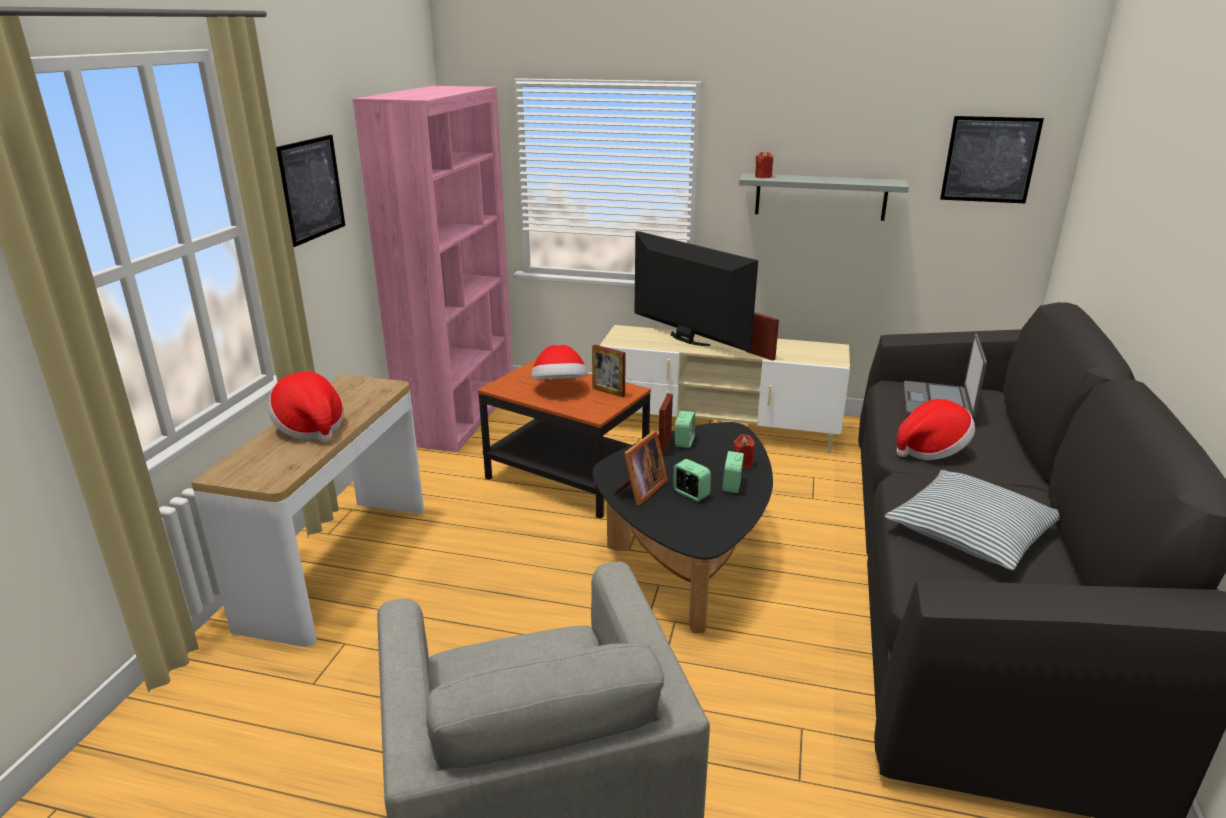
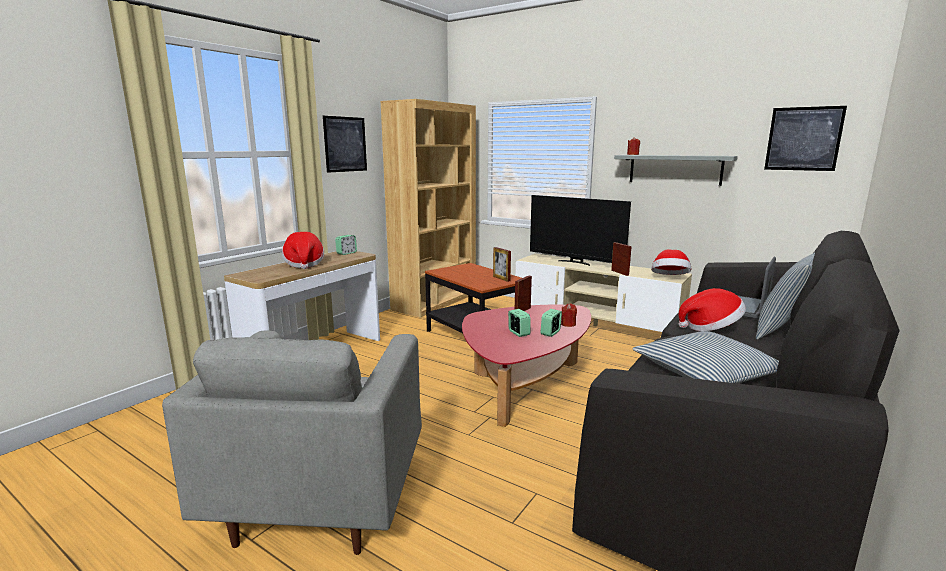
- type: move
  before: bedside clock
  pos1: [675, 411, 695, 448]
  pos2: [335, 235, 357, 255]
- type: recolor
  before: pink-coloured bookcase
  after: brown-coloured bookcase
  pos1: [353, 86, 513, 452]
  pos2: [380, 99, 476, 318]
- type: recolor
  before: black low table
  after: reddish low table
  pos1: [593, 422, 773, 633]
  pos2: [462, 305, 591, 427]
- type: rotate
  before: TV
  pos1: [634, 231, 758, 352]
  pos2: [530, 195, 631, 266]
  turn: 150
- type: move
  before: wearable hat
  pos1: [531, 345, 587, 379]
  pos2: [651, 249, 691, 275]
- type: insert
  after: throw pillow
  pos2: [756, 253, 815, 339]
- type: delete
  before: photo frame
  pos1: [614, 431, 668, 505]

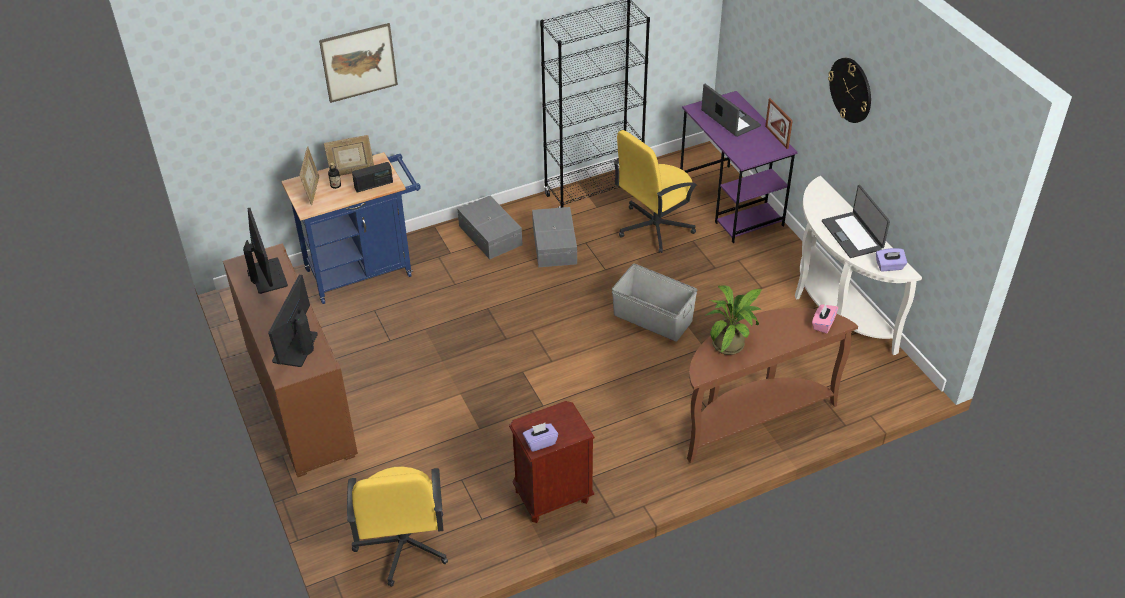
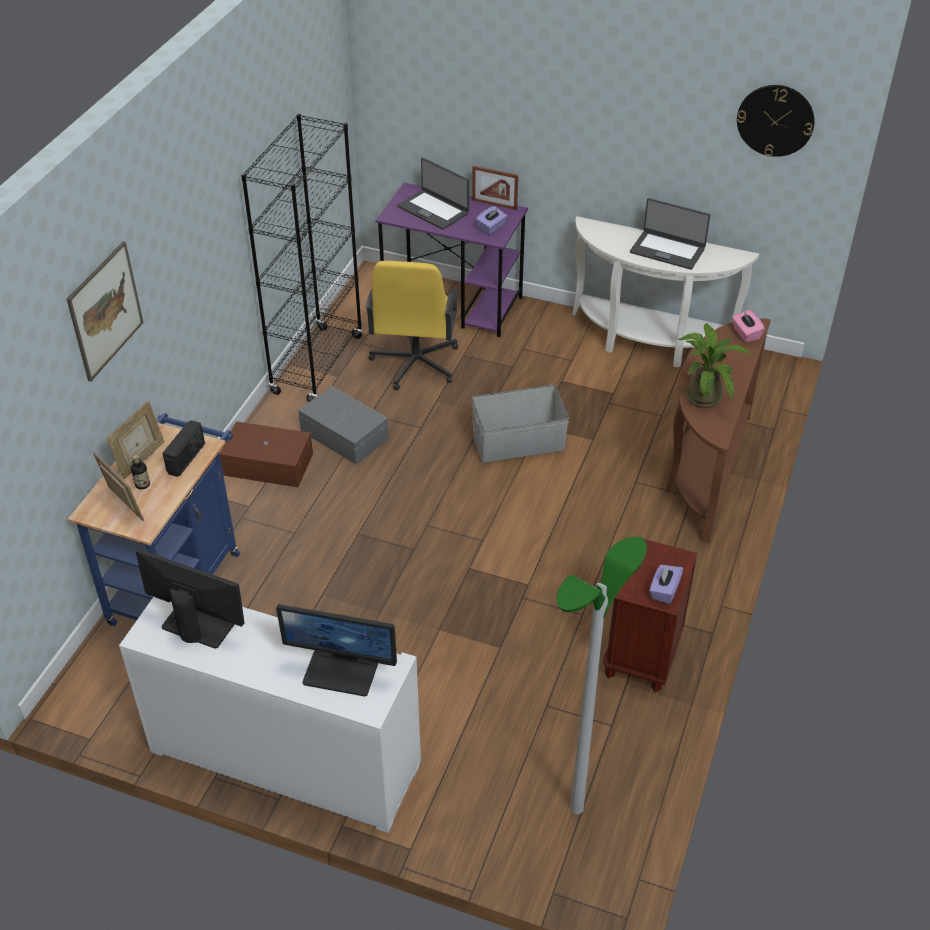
- type: recolor
  before: brown-coloured cabinet
  after: whitish cabinet
  pos1: [223, 243, 358, 477]
  pos2: [119, 597, 421, 833]
- type: recolor
  before: grey storage container
  after: brown-coloured storage container
  pos1: [458, 196, 522, 259]
  pos2: [220, 421, 313, 487]
- type: rotate
  before: computer screen
  pos1: [268, 275, 318, 367]
  pos2: [276, 604, 397, 696]
  turn: -45
- type: rotate
  before: notebook computer
  pos1: [701, 84, 761, 137]
  pos2: [397, 158, 469, 230]
  turn: -150
- type: move
  before: purplish box of tissues
  pos1: [876, 248, 907, 271]
  pos2: [476, 206, 507, 235]
- type: replace
  before: yellowish computer chair
  after: floor lamp
  pos1: [347, 467, 448, 587]
  pos2: [557, 536, 647, 814]
- type: move
  before: wall clock
  pos1: [828, 58, 871, 123]
  pos2: [737, 85, 815, 157]

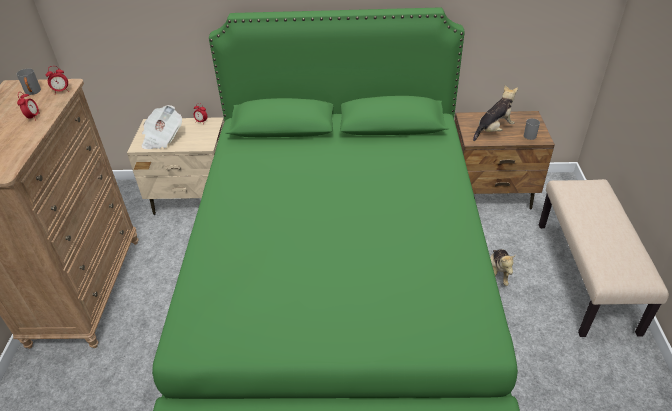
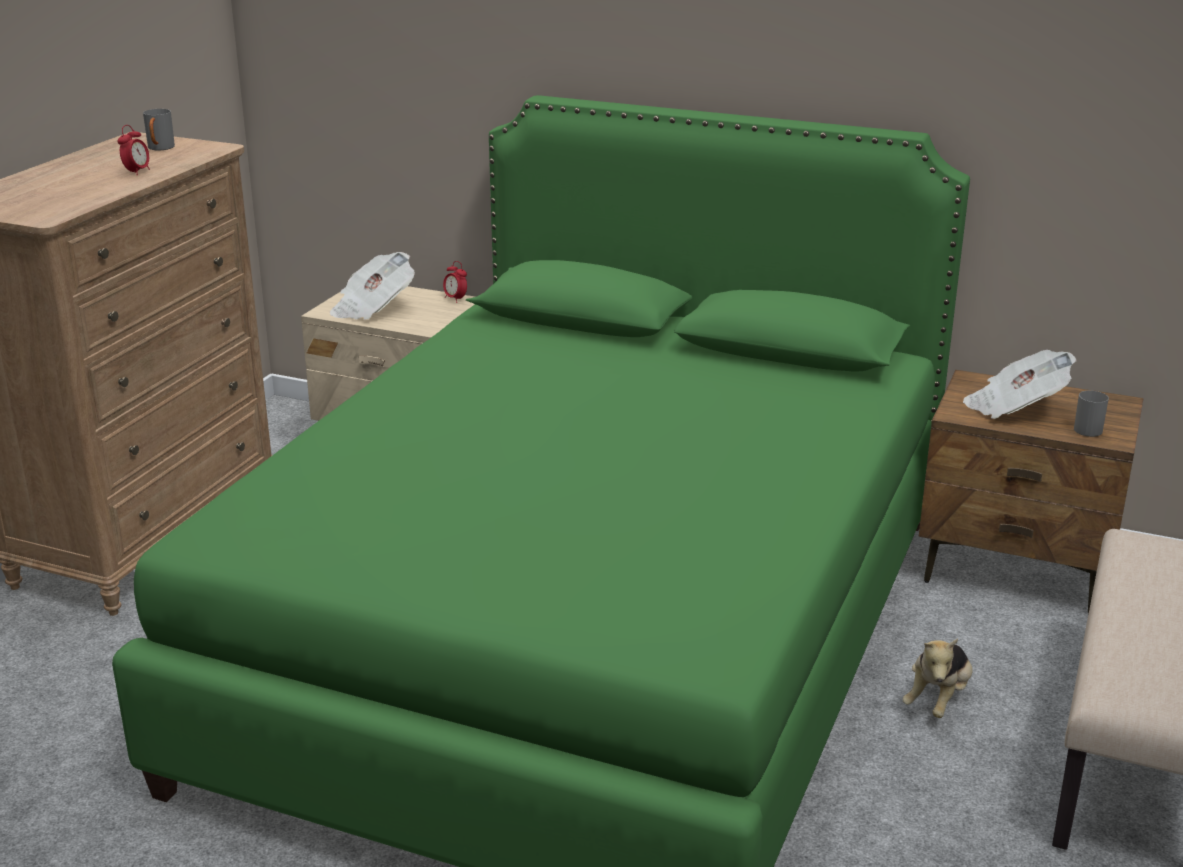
- type: replace
  before: soft toy
  after: printed paper
  pos1: [473, 85, 518, 141]
  pos2: [963, 350, 1077, 419]
- type: delete
  before: bedside clock
  pos1: [46, 66, 69, 95]

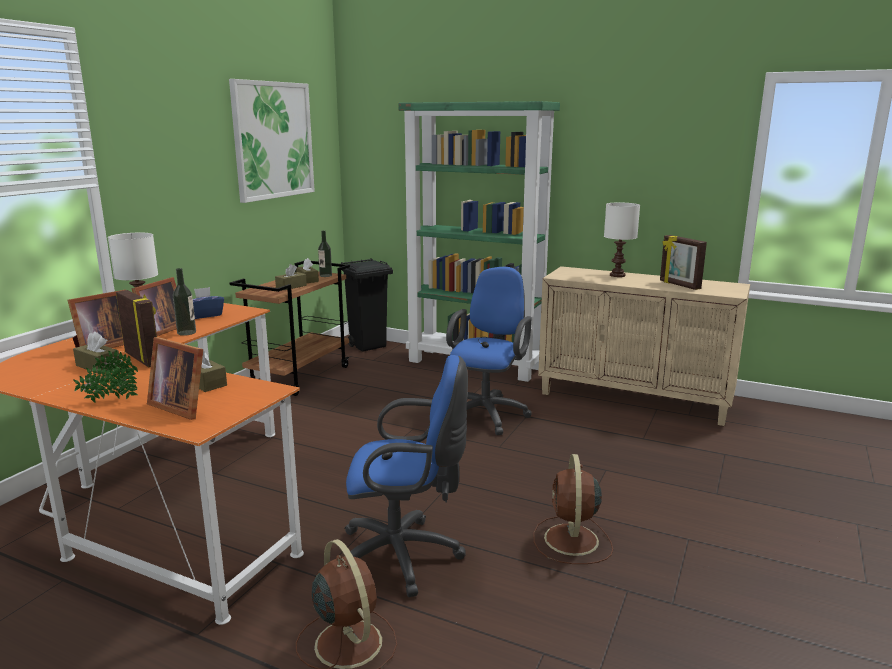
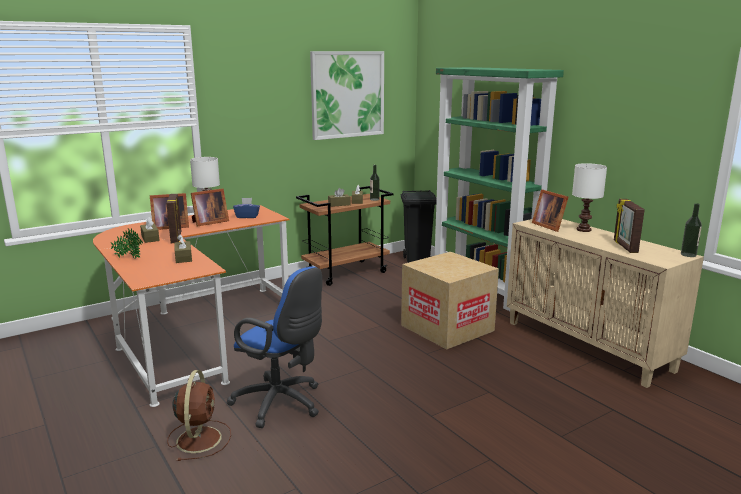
- type: replace
  before: blue computer chair
  after: packing box
  pos1: [446, 267, 532, 435]
  pos2: [401, 252, 499, 350]
- type: move
  before: photo frame
  pos1: [147, 337, 203, 420]
  pos2: [532, 189, 569, 232]
- type: move
  before: drink bottle
  pos1: [173, 268, 196, 336]
  pos2: [681, 203, 702, 257]
- type: delete
  before: brown-coloured electric fan
  pos1: [533, 454, 613, 564]

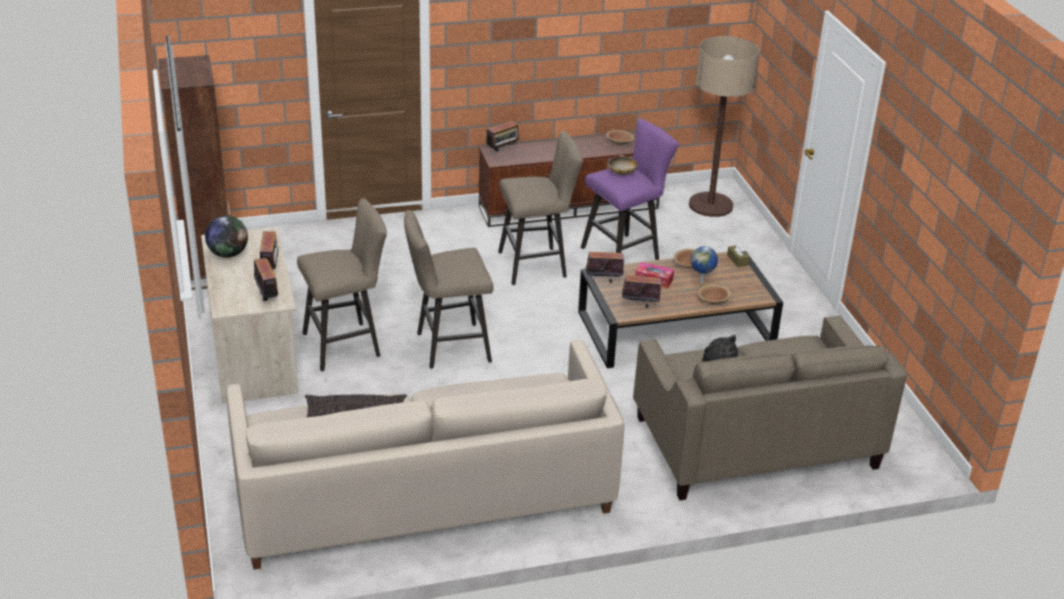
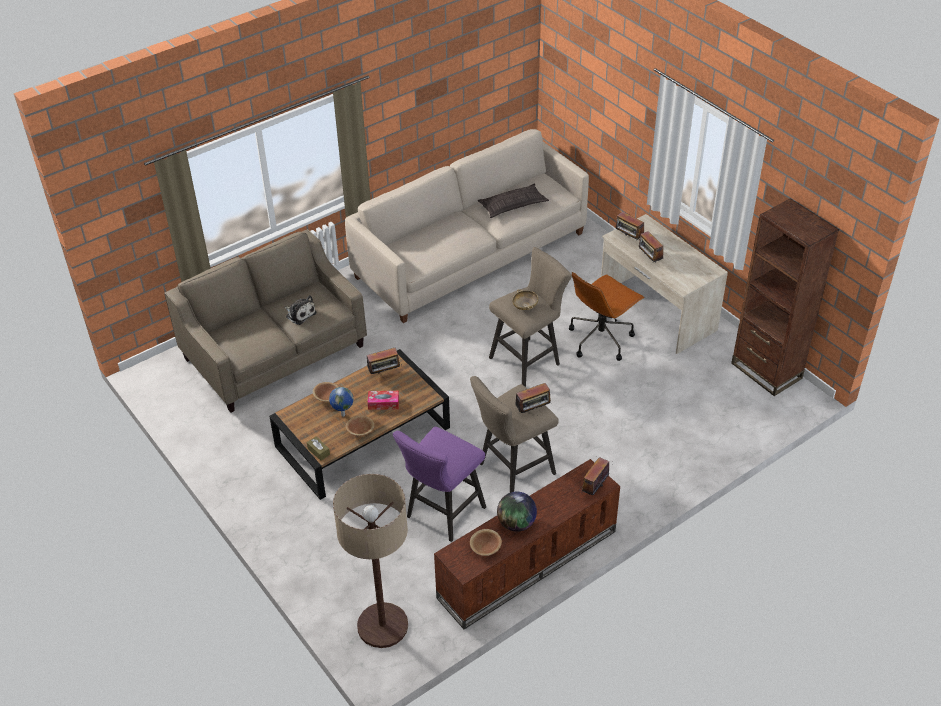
- type: move
  before: globe
  pos1: [205, 216, 248, 258]
  pos2: [497, 492, 537, 532]
- type: move
  before: beige bowl
  pos1: [608, 155, 638, 175]
  pos2: [512, 289, 538, 310]
- type: move
  before: radio receiver
  pos1: [584, 246, 624, 283]
  pos2: [515, 383, 553, 413]
- type: replace
  before: beige sitting stool
  after: brown-coloured computer chair
  pos1: [297, 198, 387, 371]
  pos2: [569, 272, 645, 361]

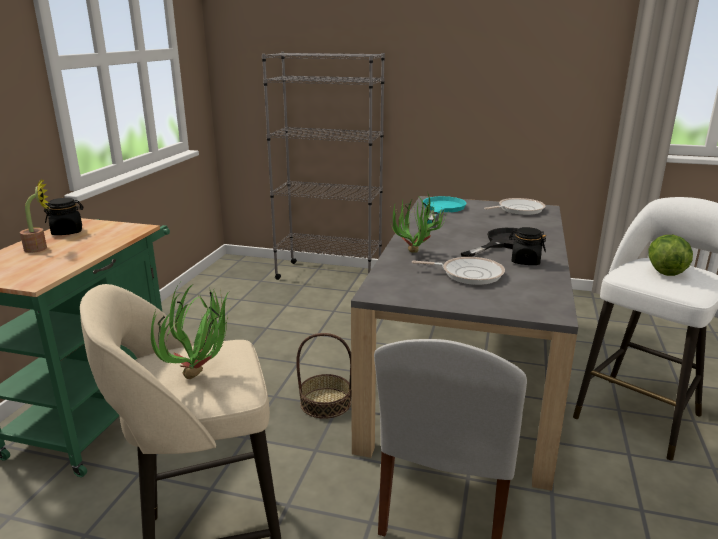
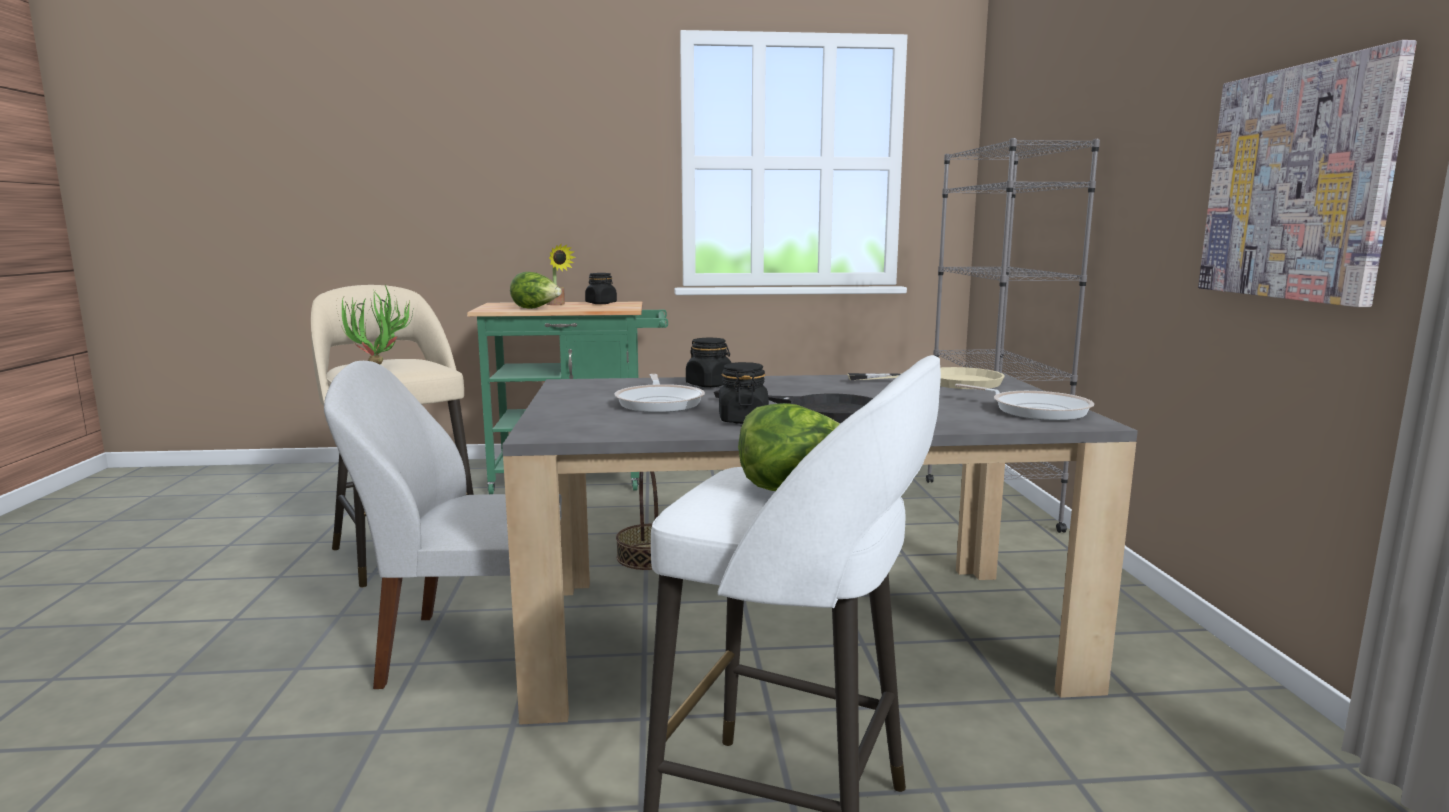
- type: insert
  after: head of lettuce
  pos2: [510, 272, 562, 309]
- type: replace
  before: potted plant
  after: black storage jar
  pos1: [389, 194, 446, 253]
  pos2: [686, 338, 732, 387]
- type: recolor
  before: turquoise-coloured pan
  after: beige pan
  pos1: [423, 196, 467, 224]
  pos2: [847, 367, 1005, 389]
- type: insert
  after: wall picture
  pos2: [1198, 40, 1417, 307]

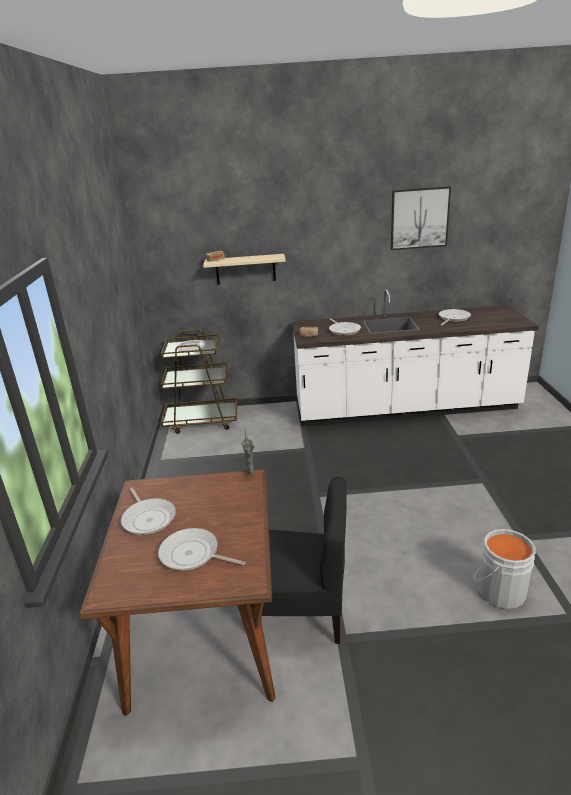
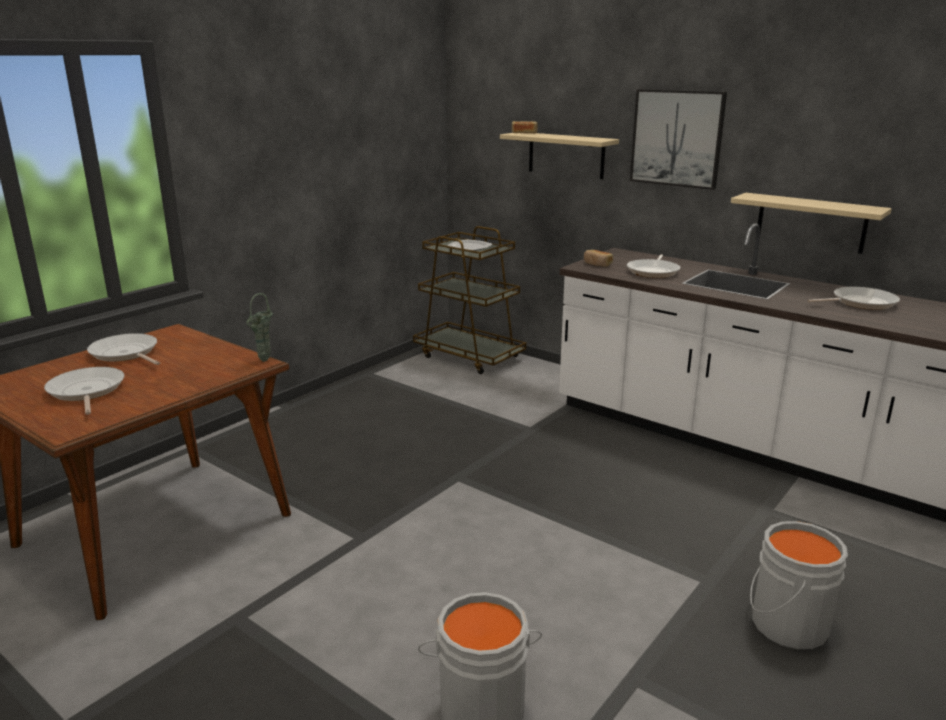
- type: rotate
  before: pan
  pos1: [121, 488, 176, 535]
  pos2: [87, 333, 160, 365]
  turn: 120
- type: move
  before: wall picture
  pos1: [391, 186, 451, 250]
  pos2: [630, 89, 727, 190]
- type: insert
  after: beige wall shelf
  pos2: [731, 193, 892, 254]
- type: insert
  after: grey pail
  pos2: [750, 521, 848, 649]
- type: delete
  before: black plain chair
  pos1: [261, 477, 347, 644]

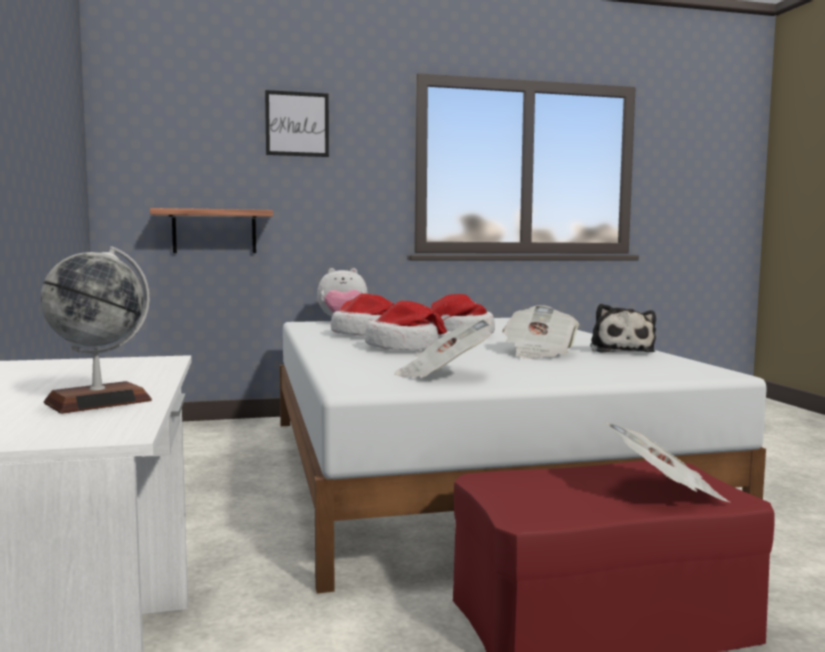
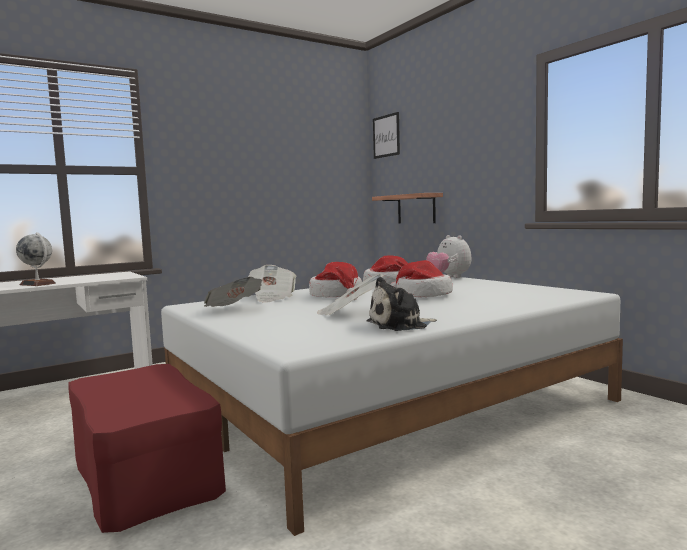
- type: move
  before: printed paper
  pos1: [605, 422, 729, 502]
  pos2: [248, 265, 296, 303]
- type: move
  before: wall picture
  pos1: [265, 90, 329, 157]
  pos2: [373, 112, 400, 159]

